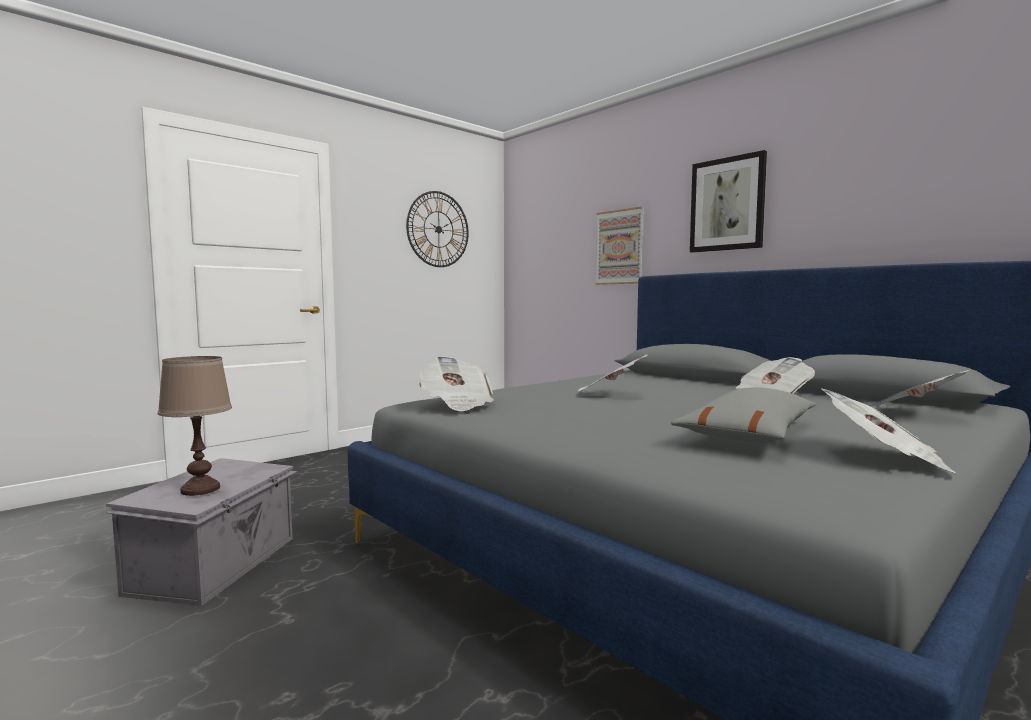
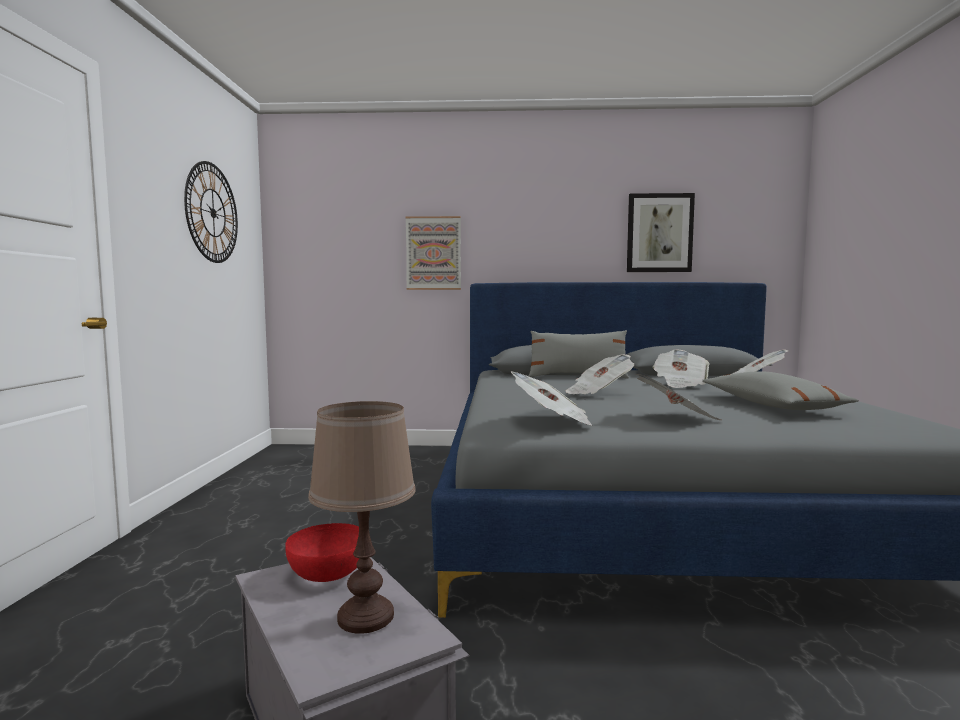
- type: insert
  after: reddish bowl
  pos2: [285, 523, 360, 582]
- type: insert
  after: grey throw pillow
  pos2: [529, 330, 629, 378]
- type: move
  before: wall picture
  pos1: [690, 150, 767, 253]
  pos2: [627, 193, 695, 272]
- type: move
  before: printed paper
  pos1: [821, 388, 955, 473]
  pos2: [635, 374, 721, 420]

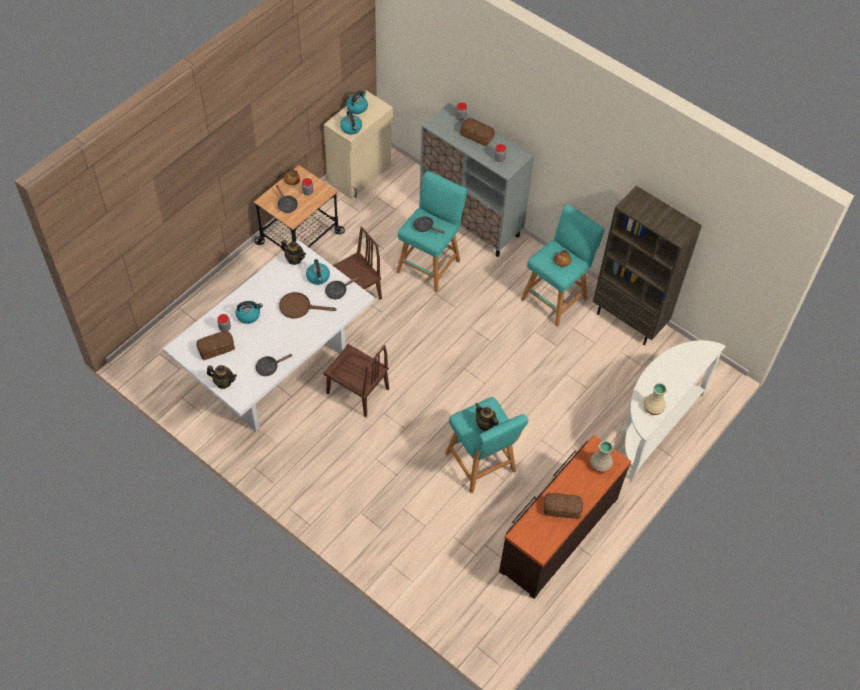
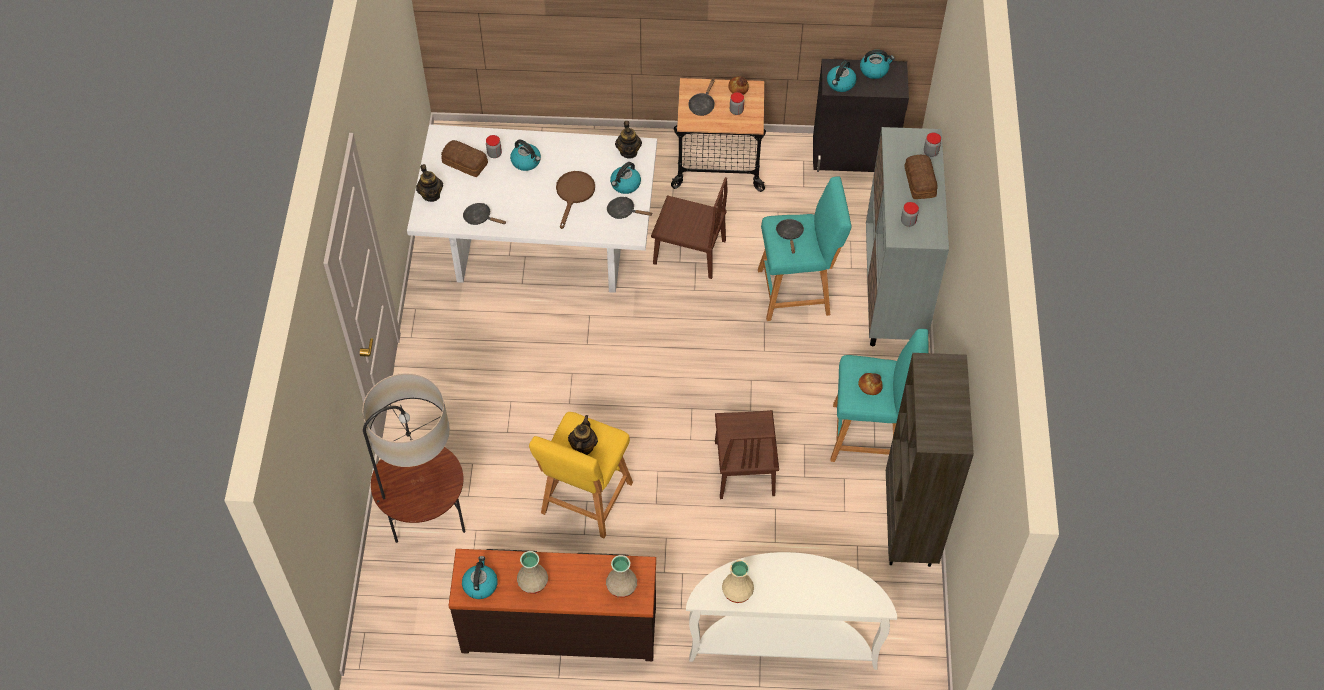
- type: insert
  after: floor lamp
  pos2: [362, 373, 465, 543]
- type: insert
  after: tea kettle
  pos2: [462, 556, 498, 599]
- type: replace
  before: baked bread
  after: beige vase
  pos1: [544, 493, 583, 519]
  pos2: [517, 551, 548, 594]
- type: recolor
  before: turquoise-coloured sitting stool
  after: yellowish sitting stool
  pos1: [445, 397, 528, 494]
  pos2: [529, 412, 633, 538]
- type: rotate
  before: brown-coloured pan
  pos1: [279, 292, 337, 318]
  pos2: [556, 171, 595, 229]
  turn: 45
- type: move
  before: brown-coloured plain chair
  pos1: [323, 344, 389, 417]
  pos2: [715, 410, 779, 499]
- type: recolor
  before: beige cabinet
  after: black cabinet
  pos1: [324, 90, 393, 199]
  pos2: [813, 59, 909, 172]

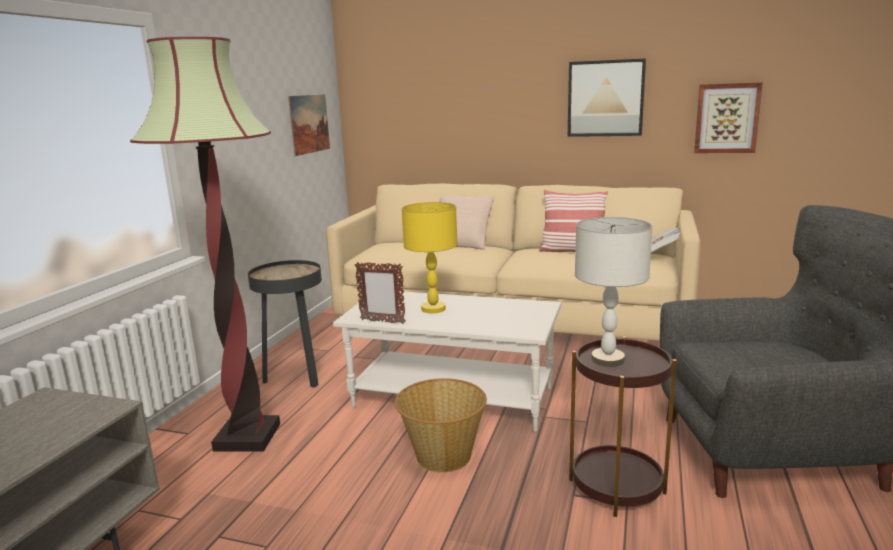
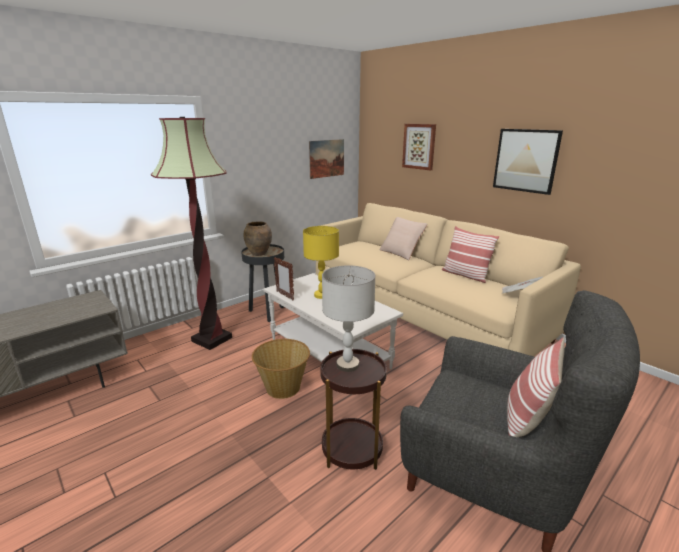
- type: insert
  after: brown-coloured vase
  pos2: [244, 221, 272, 256]
- type: move
  before: wall picture
  pos1: [694, 82, 763, 153]
  pos2: [402, 124, 436, 170]
- type: insert
  after: throw pillow
  pos2: [507, 337, 565, 438]

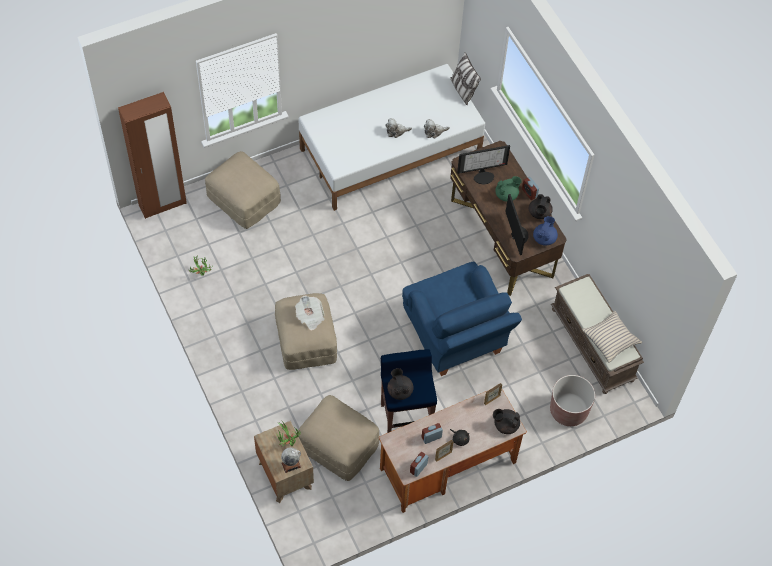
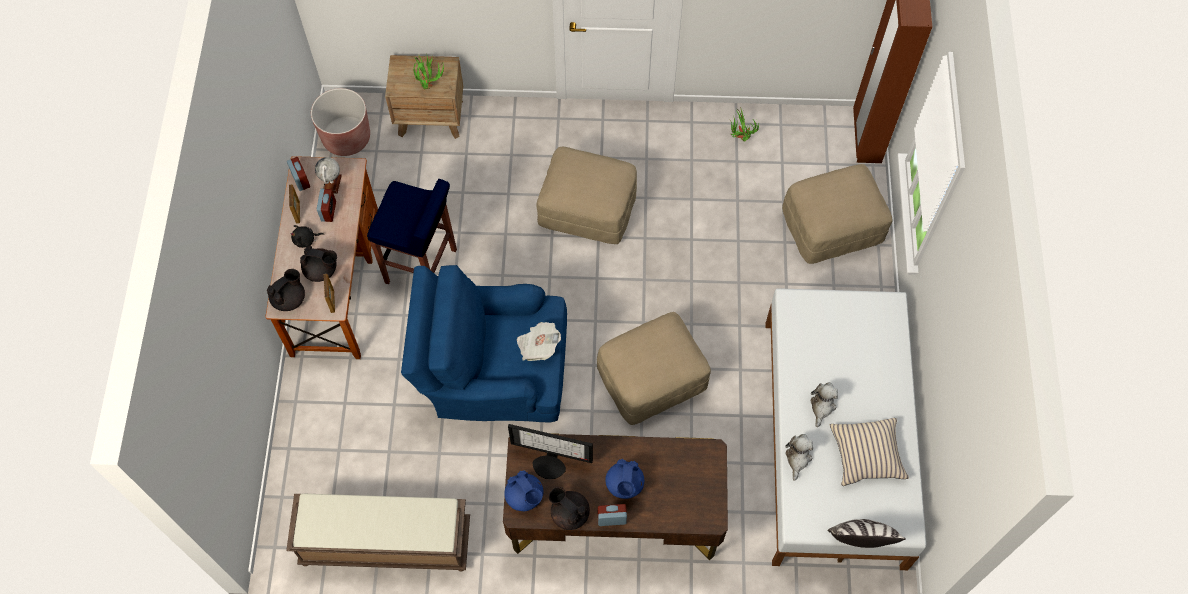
- type: move
  before: black pot for tea
  pos1: [387, 368, 414, 400]
  pos2: [300, 246, 337, 282]
- type: move
  before: brown-coloured planter
  pos1: [550, 375, 595, 426]
  pos2: [311, 88, 370, 156]
- type: move
  before: globe
  pos1: [281, 447, 301, 473]
  pos2: [315, 157, 342, 194]
- type: move
  before: printed paper
  pos1: [295, 295, 325, 330]
  pos2: [517, 322, 561, 361]
- type: move
  before: beige ottoman
  pos1: [297, 395, 380, 481]
  pos2: [597, 312, 711, 425]
- type: recolor
  before: green pot for tea
  after: blue pot for tea
  pos1: [495, 176, 522, 202]
  pos2: [605, 459, 644, 499]
- type: move
  before: beige throw pillow
  pos1: [582, 310, 642, 363]
  pos2: [830, 418, 909, 486]
- type: delete
  before: computer screen
  pos1: [457, 145, 510, 184]

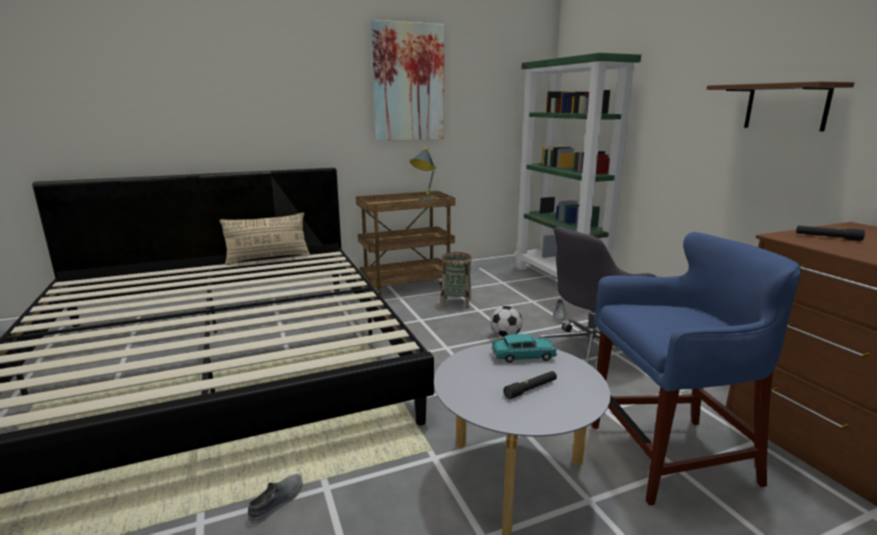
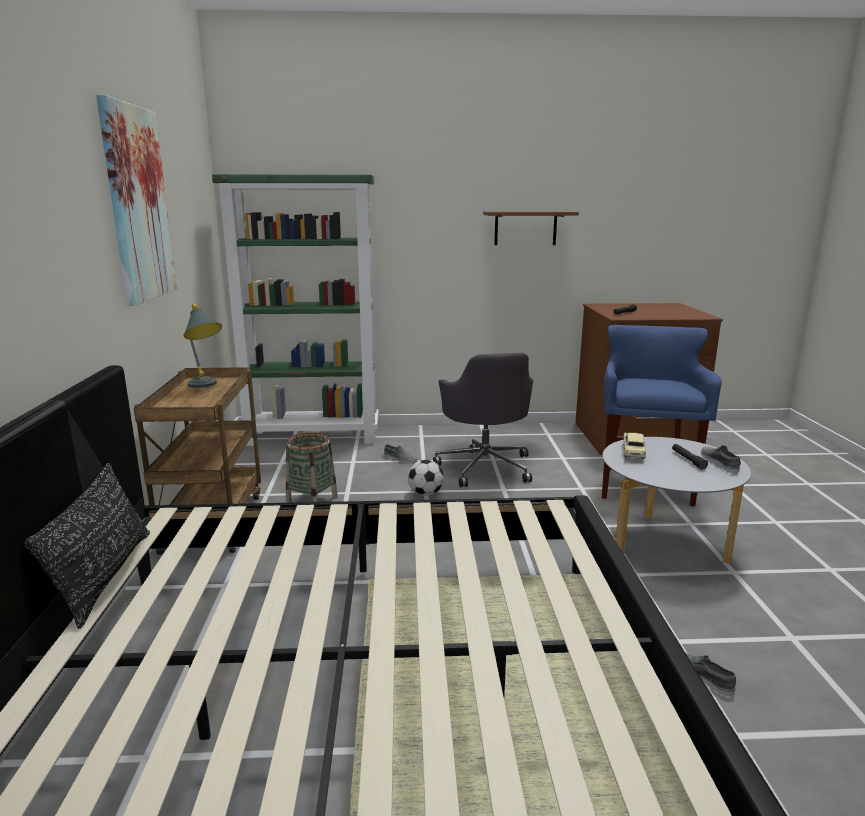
- type: recolor
  before: beige throw pillow
  after: black throw pillow
  pos1: [220, 212, 310, 265]
  pos2: [24, 463, 150, 629]
- type: recolor
  before: turquoise-coloured model car
  after: beige model car
  pos1: [491, 334, 557, 363]
  pos2: [623, 433, 646, 459]
- type: insert
  after: grey shoe
  pos2: [701, 445, 741, 473]

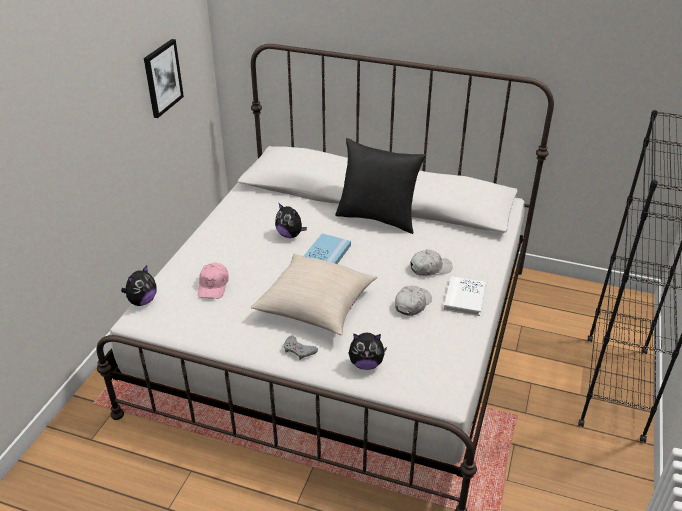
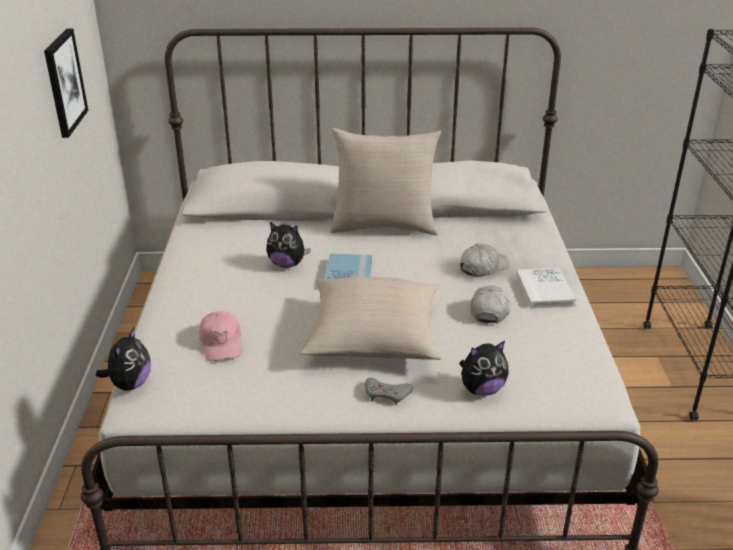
- type: recolor
  before: black throw pillow
  after: beige throw pillow
  pos1: [335, 138, 426, 234]
  pos2: [331, 128, 441, 235]

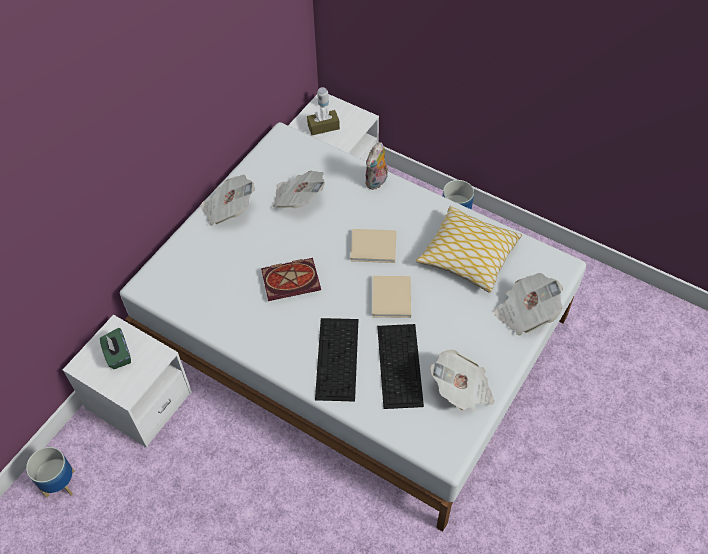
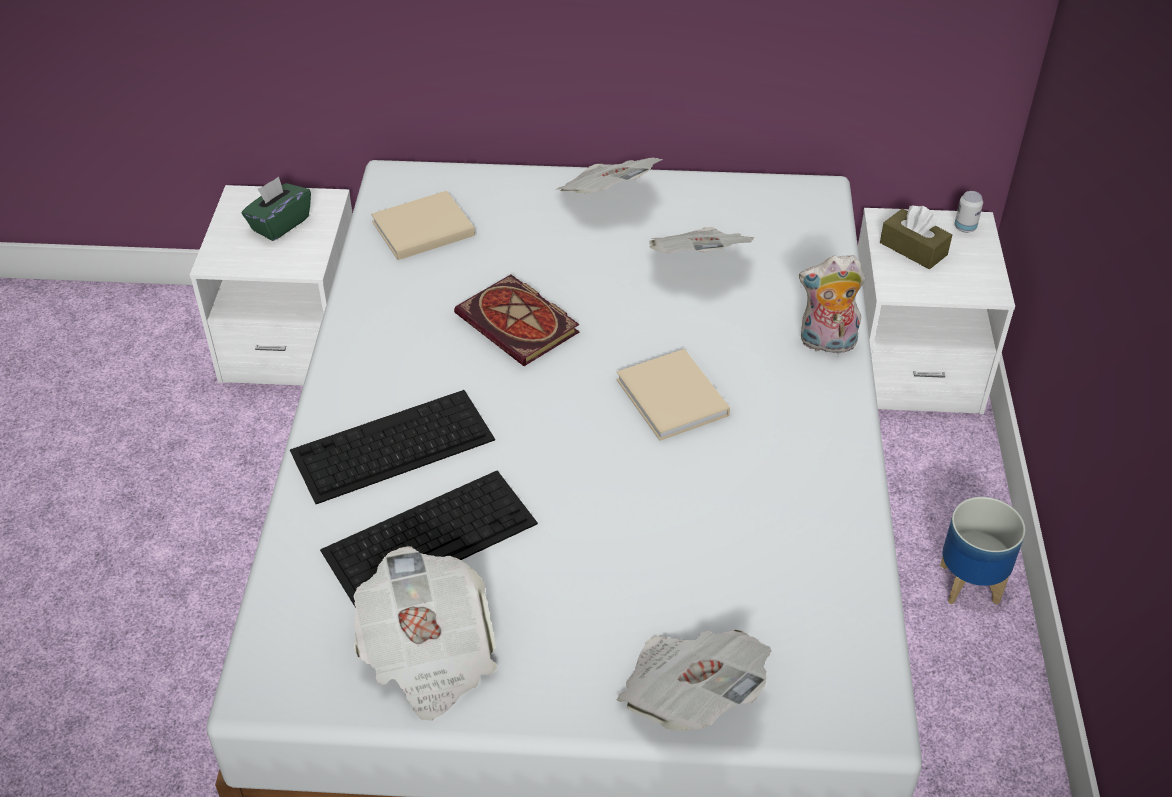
- type: move
  before: beige bound book
  pos1: [372, 276, 411, 318]
  pos2: [371, 191, 475, 260]
- type: delete
  before: planter
  pos1: [26, 447, 75, 498]
- type: delete
  before: throw pillow
  pos1: [416, 206, 522, 293]

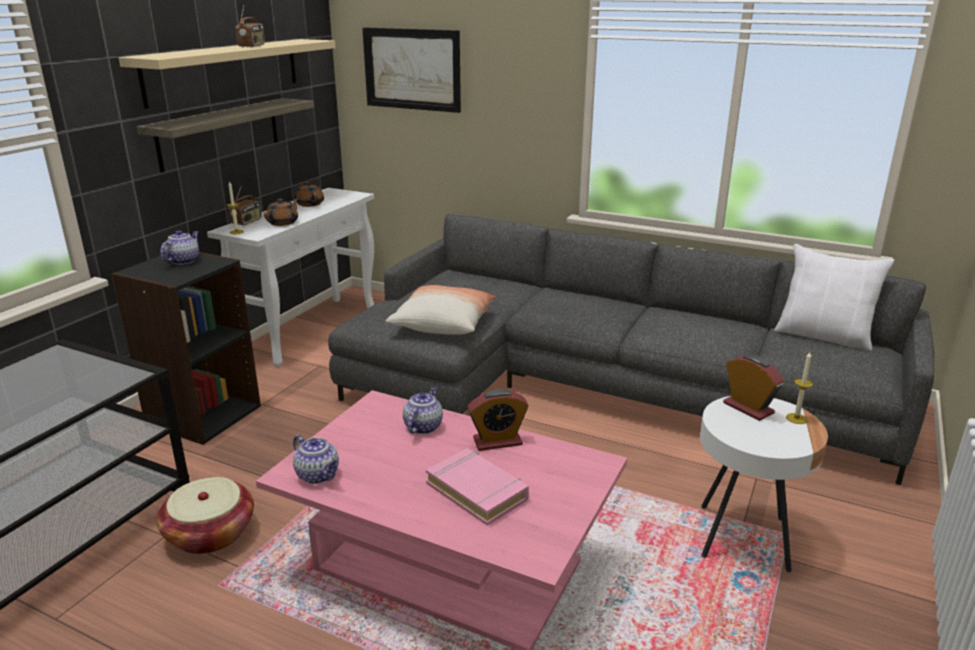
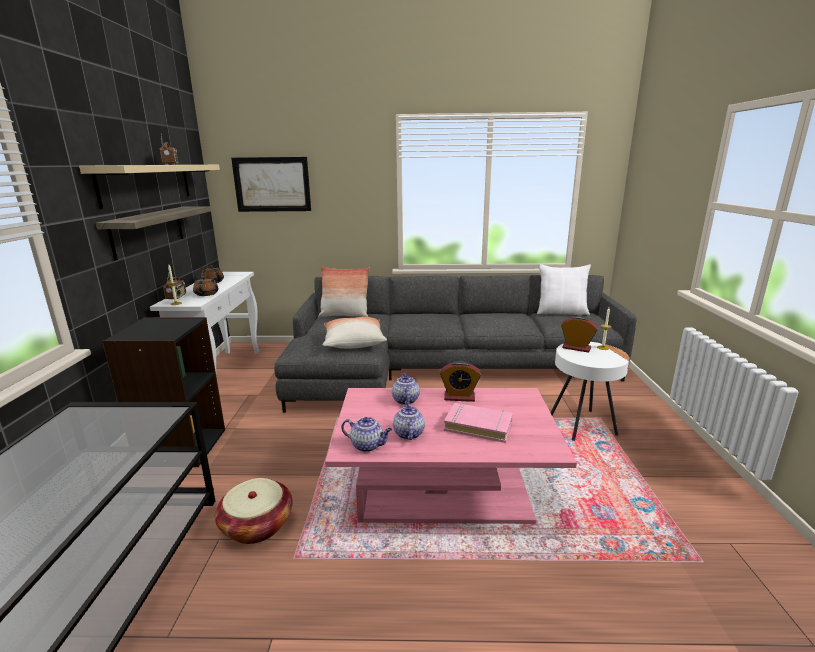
- type: insert
  after: throw pillow
  pos2: [318, 266, 370, 317]
- type: move
  before: pot for tea
  pos1: [160, 230, 199, 265]
  pos2: [393, 401, 425, 440]
- type: rotate
  before: bedside clock
  pos1: [467, 389, 528, 451]
  pos2: [440, 361, 481, 402]
  turn: 45

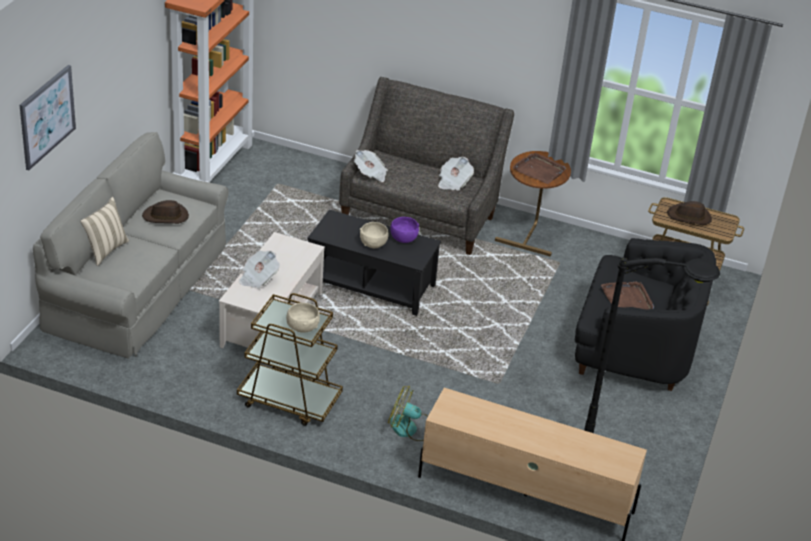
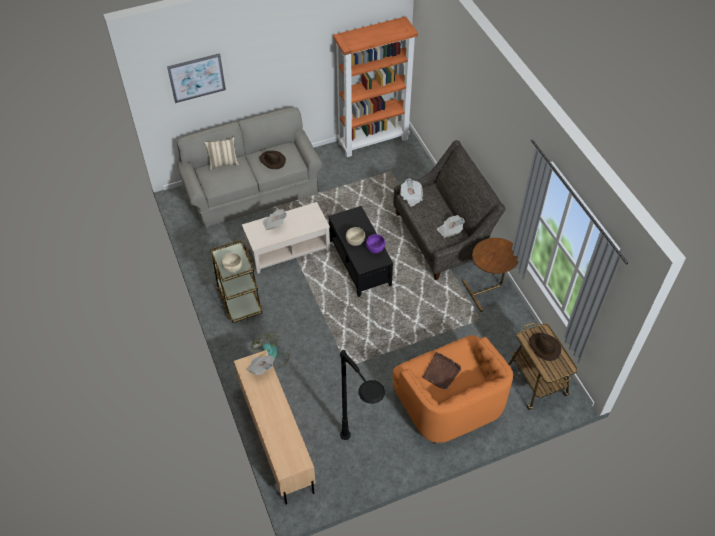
- type: insert
  after: printed paper
  pos2: [247, 355, 275, 375]
- type: recolor
  before: black lounge chair
  after: orangey lounge chair
  pos1: [575, 238, 716, 391]
  pos2: [392, 335, 513, 444]
- type: delete
  before: brown-coloured serving tray
  pos1: [512, 152, 566, 184]

